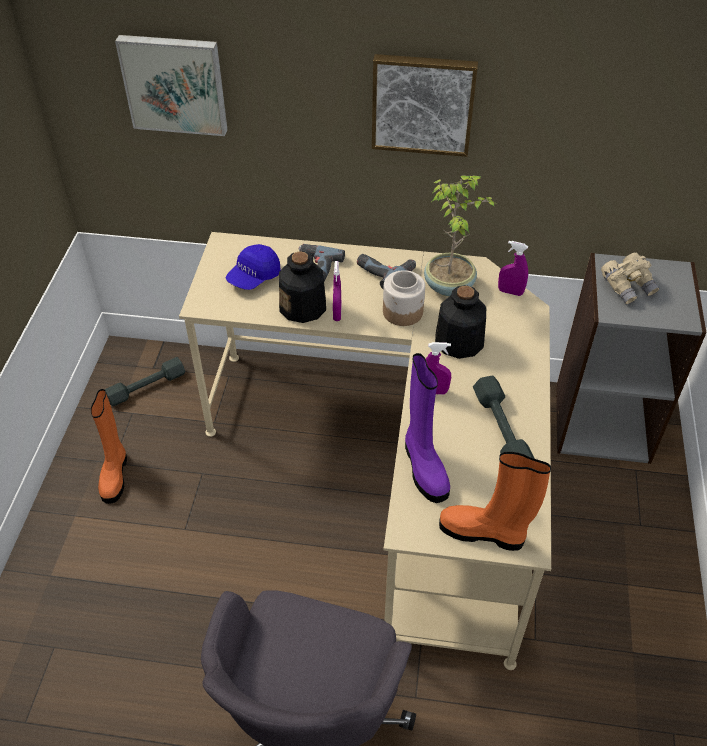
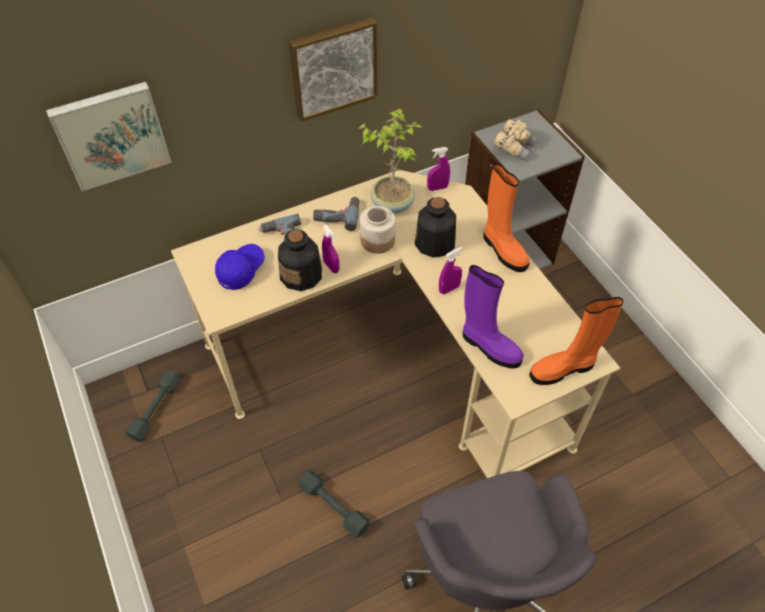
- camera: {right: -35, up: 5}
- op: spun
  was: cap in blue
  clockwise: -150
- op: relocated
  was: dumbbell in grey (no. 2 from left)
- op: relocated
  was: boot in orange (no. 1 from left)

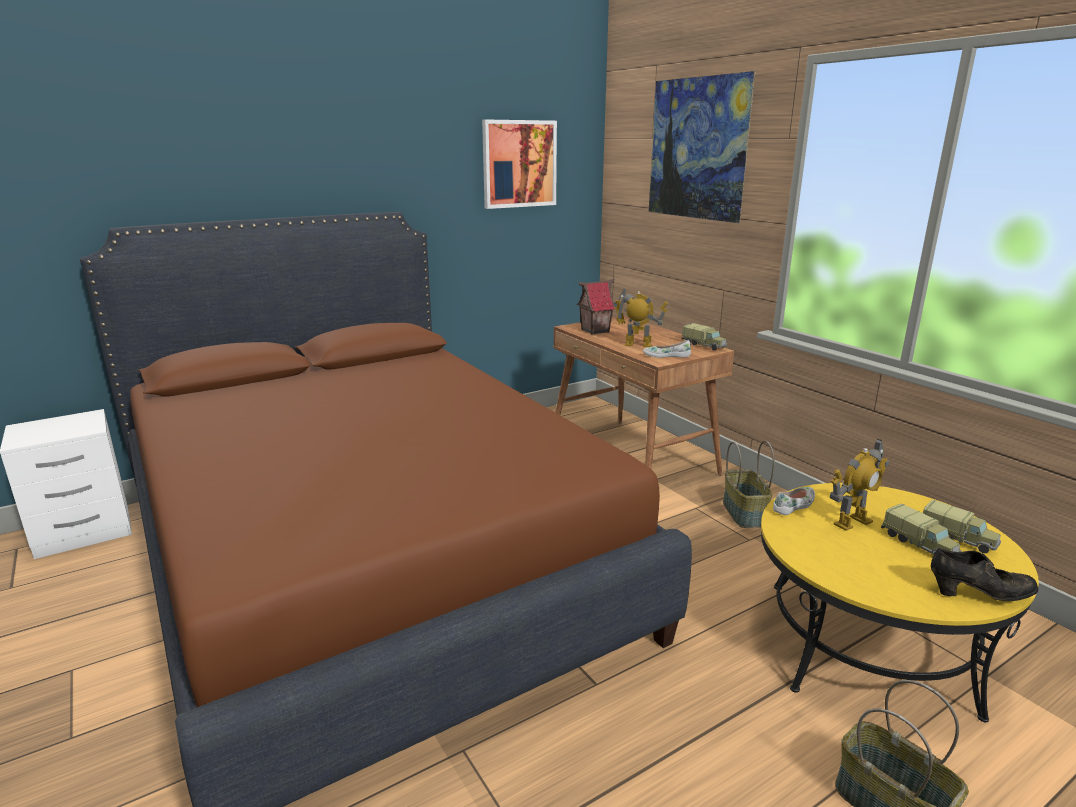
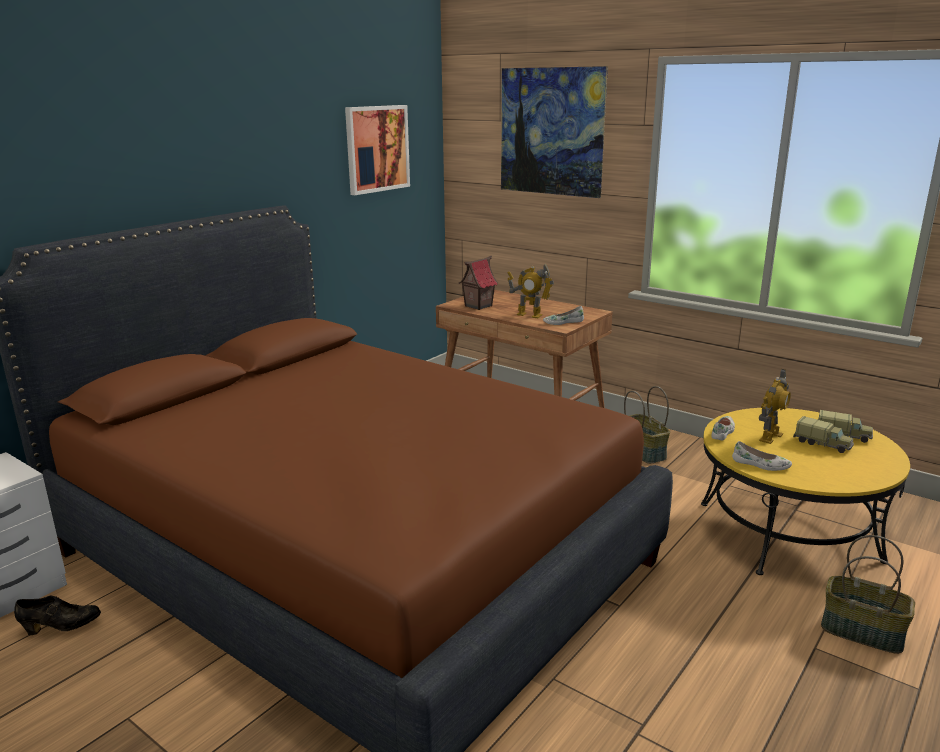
- camera: {right: -20, up: 0}
- op: spun
  was: toy robot (no. 1 from left)
  clockwise: -150
- op: missing
  was: toy truck (no. 1 from left)
- op: relocated
  was: shoe in black
- op: appeared
  now: shoe in white (no. 3 from left)

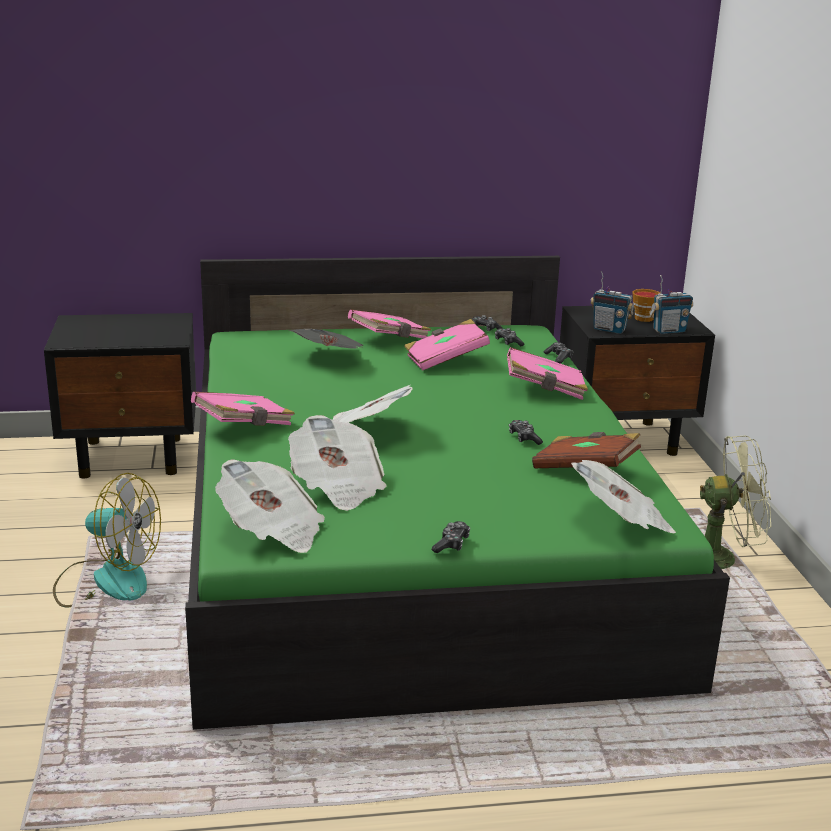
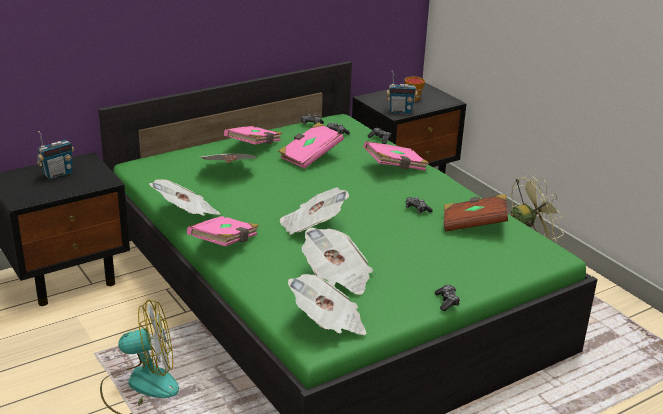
- camera: {right: -25, up: 5}
- op: relocated
  was: radio (no. 2 from left in the first image)
  now: radio (no. 1 from left)
- op: relocated
  was: newspaper (no. 5 from left in the first image)
  now: newspaper (no. 1 from left)

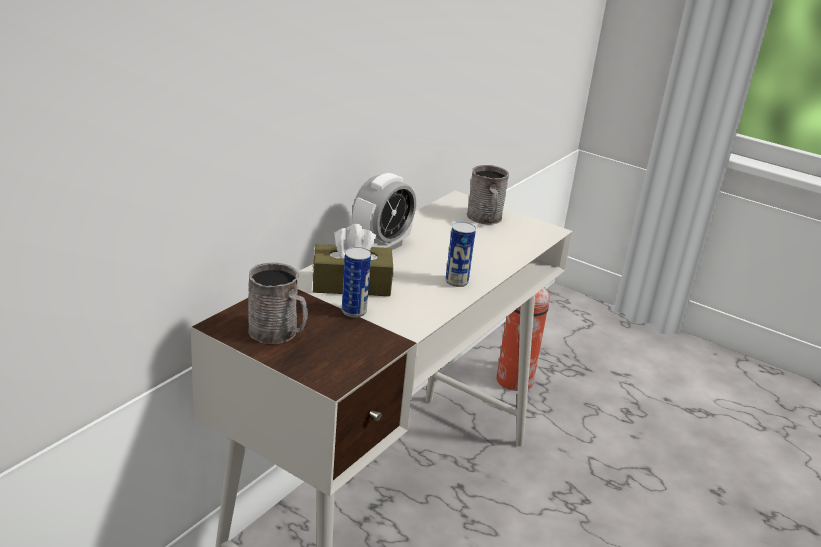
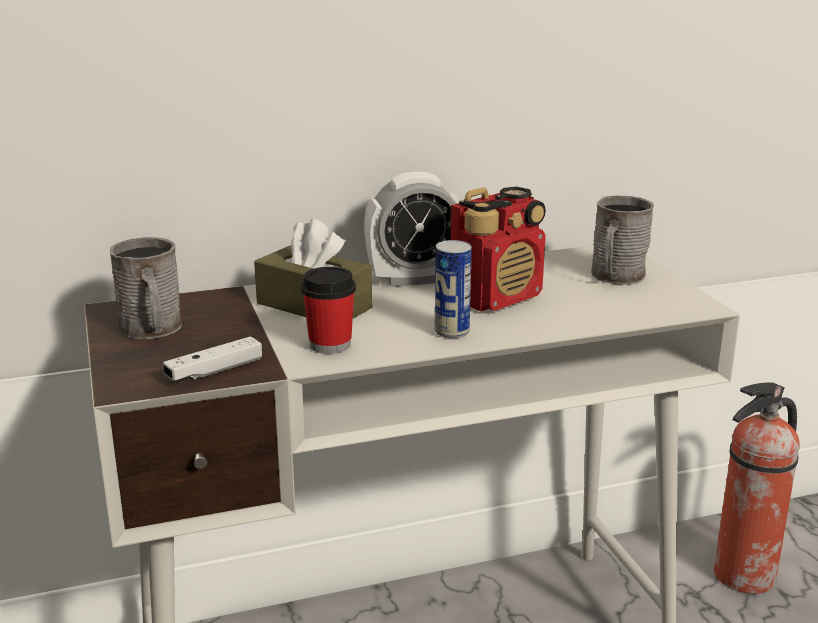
- camera: {right: 40, up: -5}
- op: missing
  was: can (no. 1 from left)
- op: appeared
  now: radio
- op: appeared
  now: cup
- op: appeared
  now: game controller in white

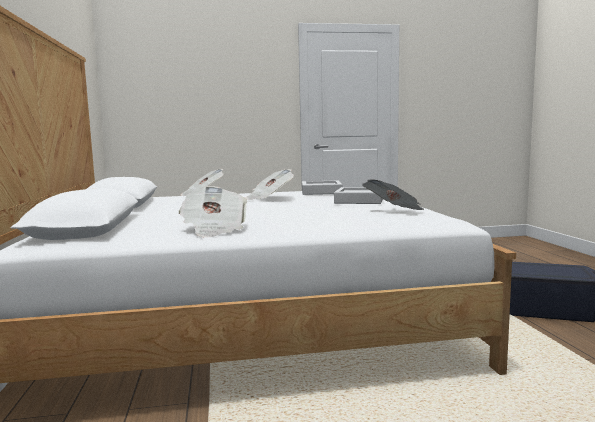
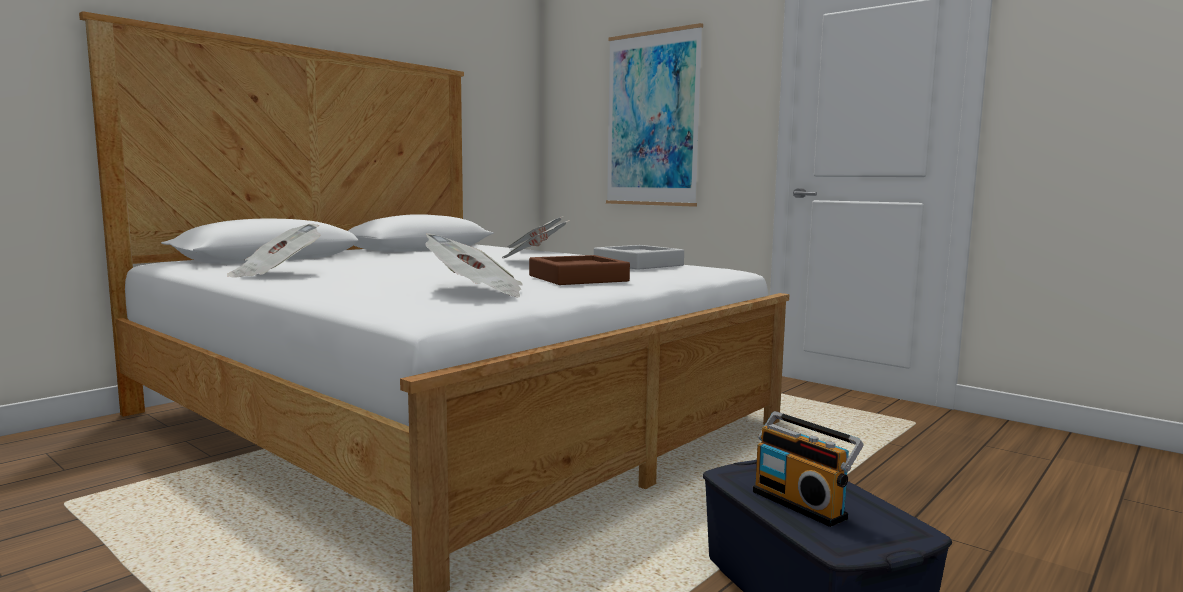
- camera: {right: 50, up: 0}
- op: colour
  was: tray in grey (no. 2 from left)
  now: tray in brown
- op: appeared
  now: picture
- op: appeared
  now: radio

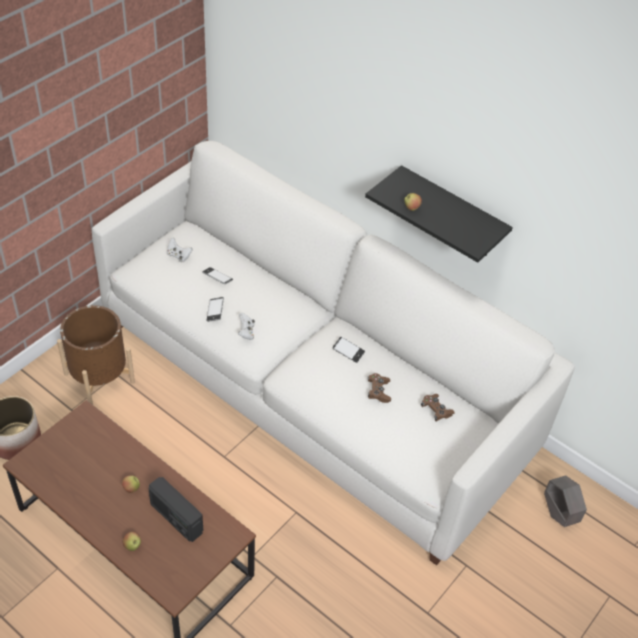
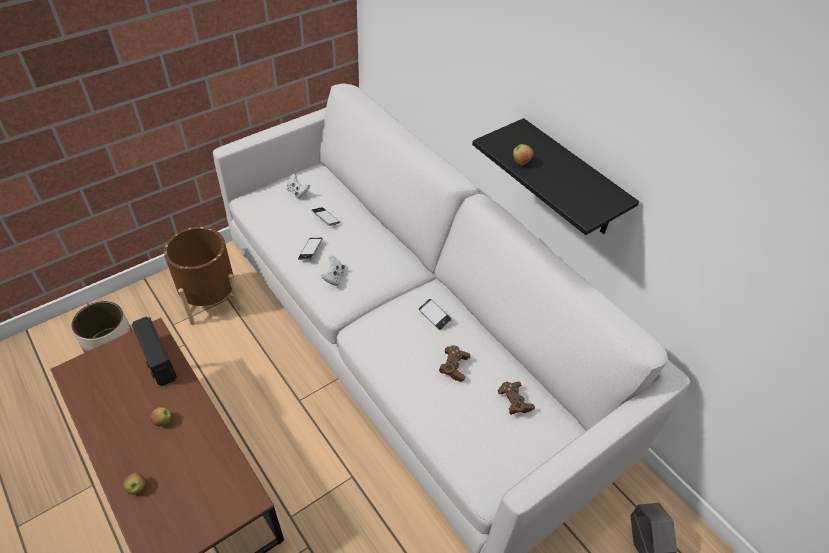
- camera: {right: 15, up: 0}
- op: relocated
  was: radio

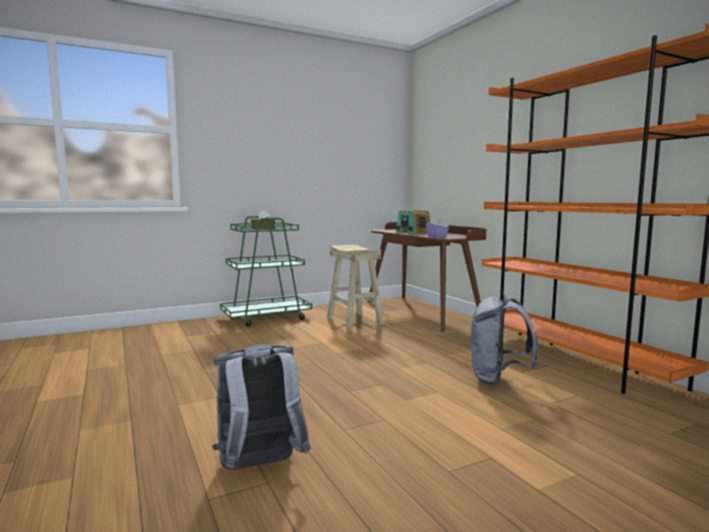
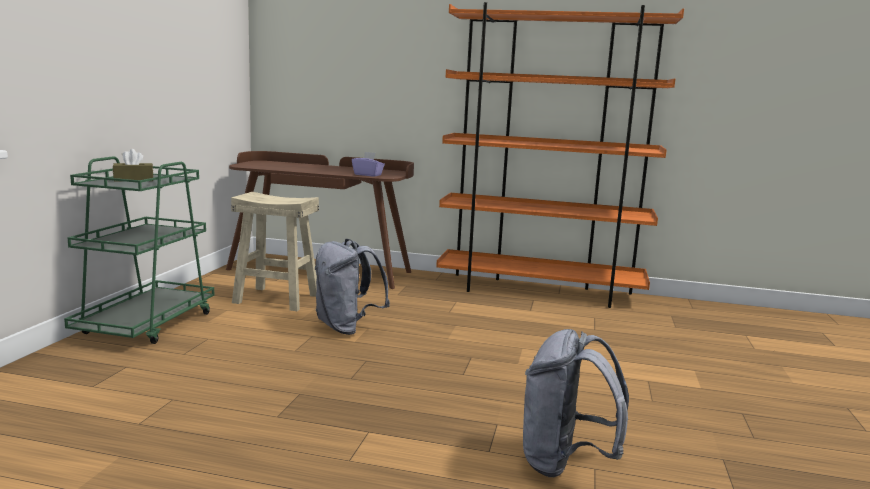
- camera: {right: -50, up: 5}
- op: missing
  was: radio
- op: relocated
  was: backpack in grey (no. 2 from left in the first image)
  now: backpack in grey (no. 1 from left)

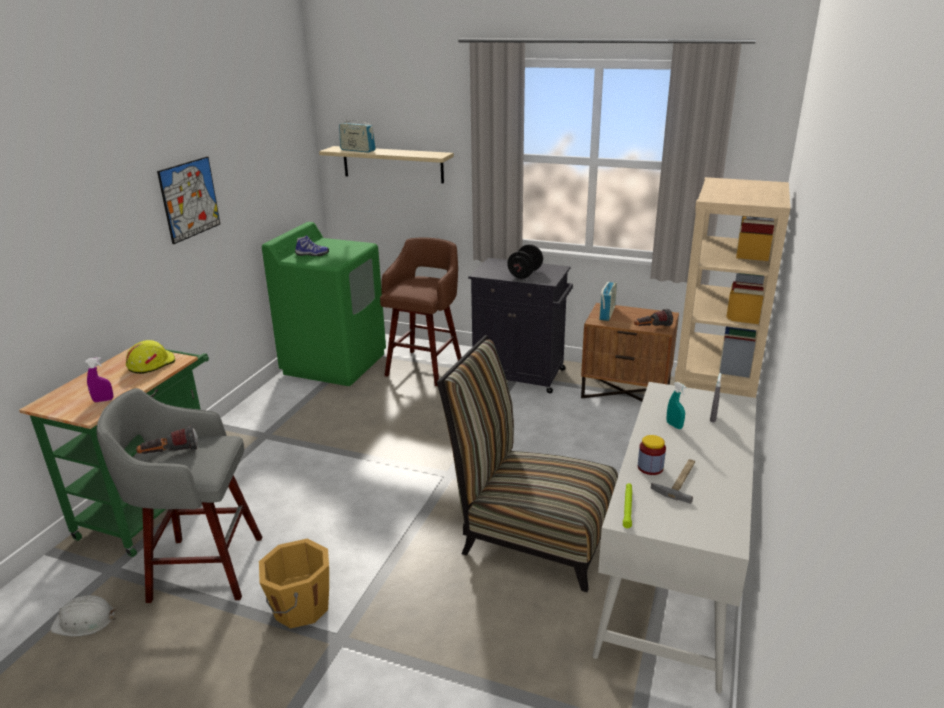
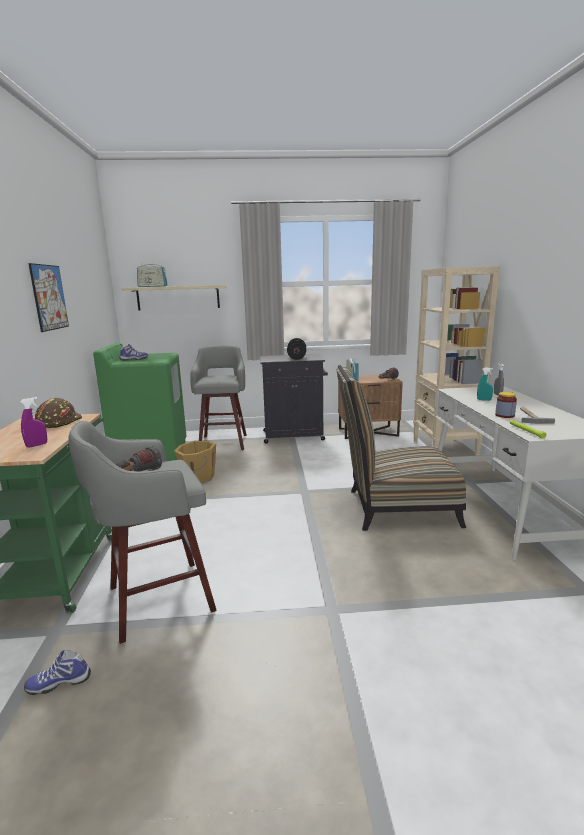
- camera: {right: -25, up: -10}
- op: colour
  was: stool in brown
  now: stool in grey (no. 2 from left)
- op: colour
  was: hard hat in yellow
  now: hard hat in brown
- op: relocated
  was: bucket in orange
- op: exchanged
  was: hard hat in white
  now: shoe (no. 1 from left)

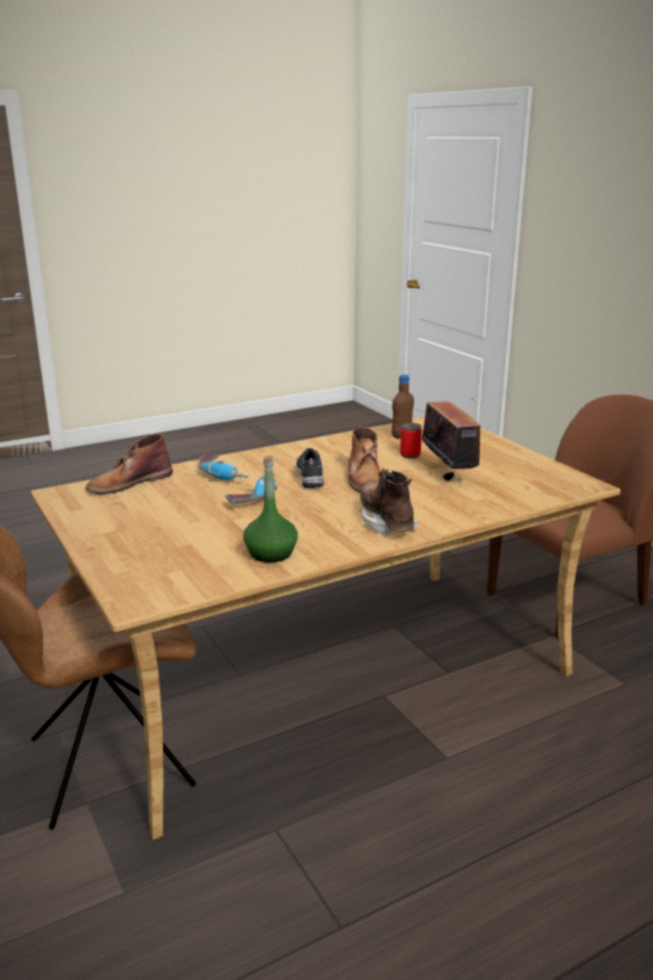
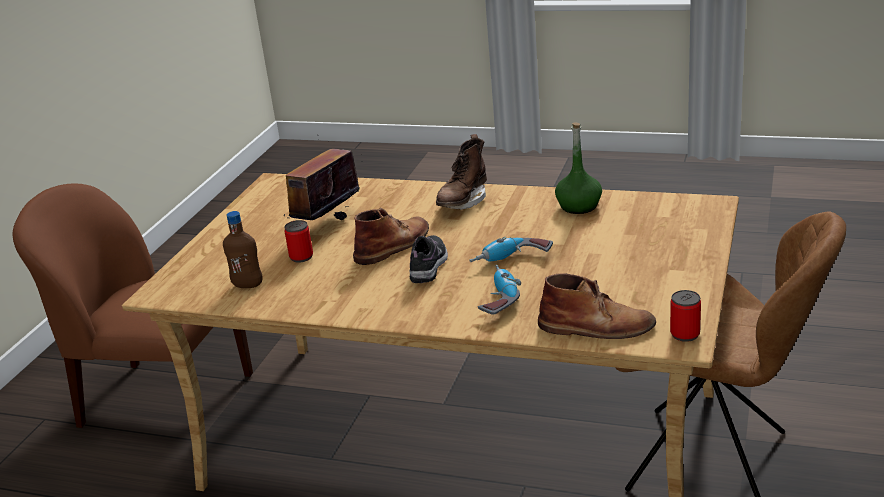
- camera: {right: -130, up: 5}
- op: spun
  was: shoe
  clockwise: 150
- op: appeared
  now: can (no. 2 from left)

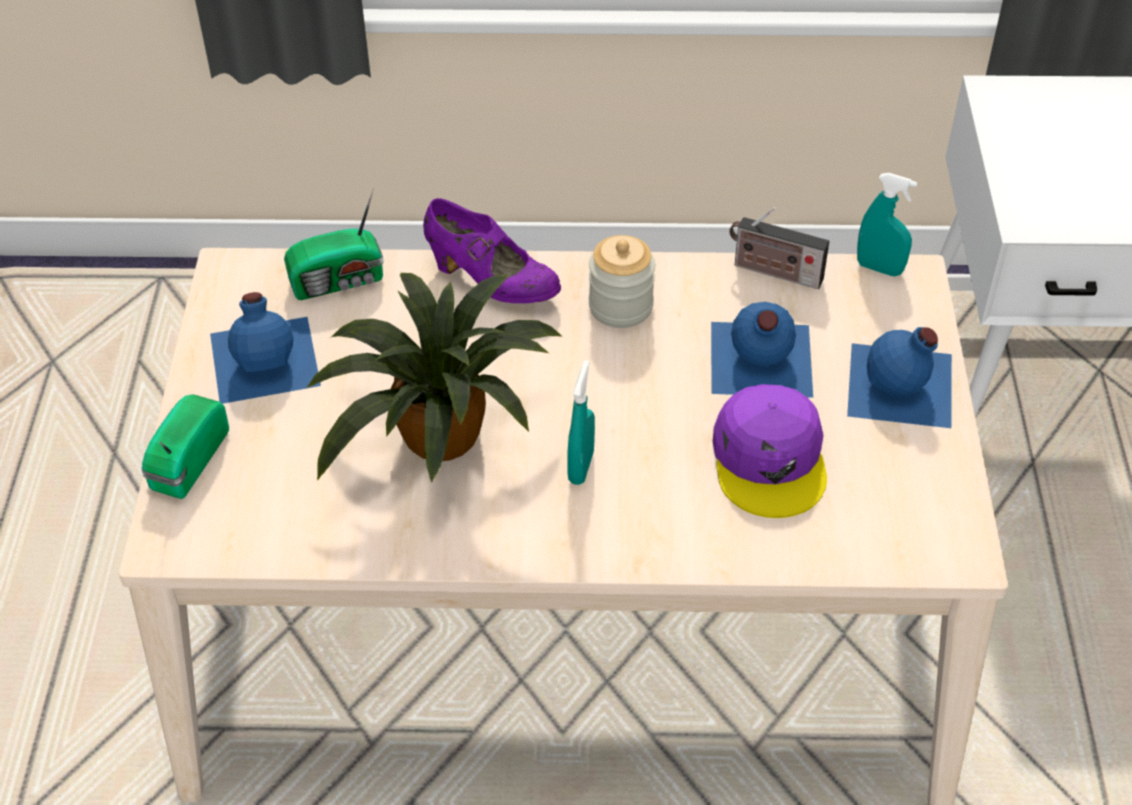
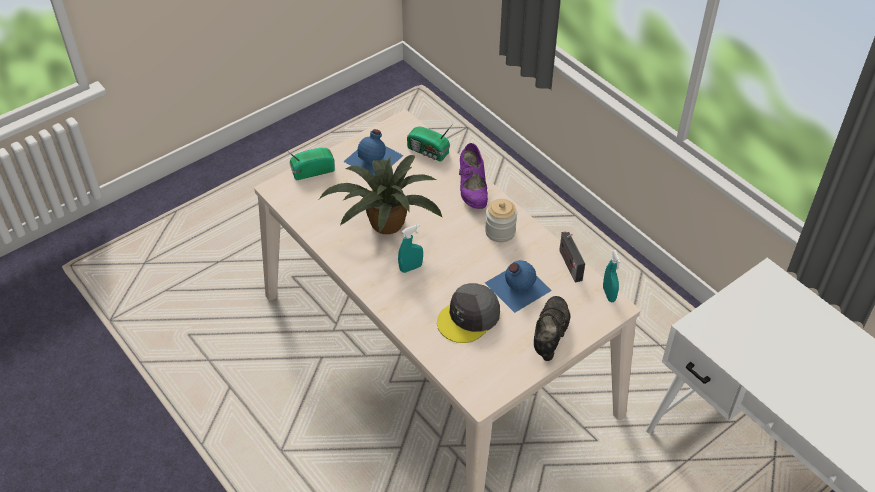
- camera: {right: 50, up: 0}
- op: exchanged
  was: bottle in blue (no. 3 from left)
  now: shoe in black
- op: colour
  was: cap in purple
  now: cap in grey

